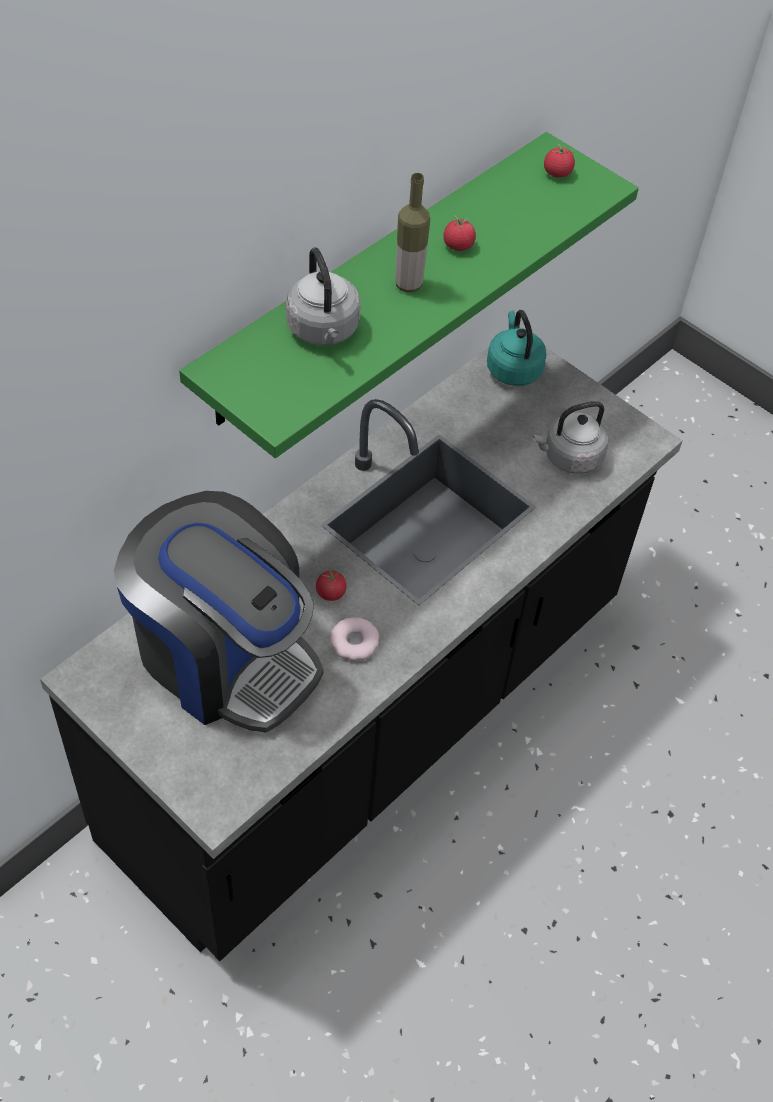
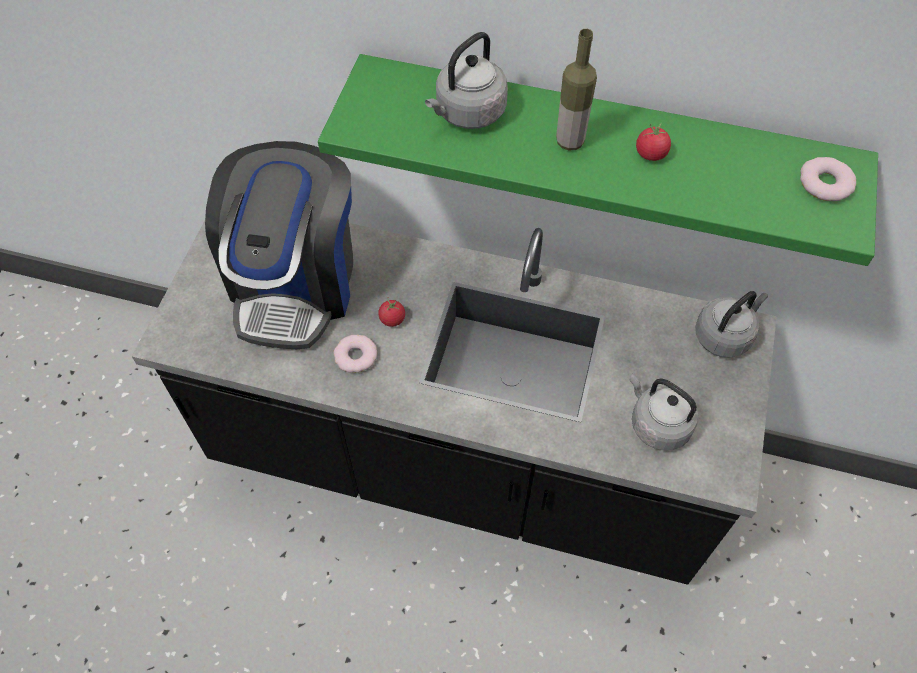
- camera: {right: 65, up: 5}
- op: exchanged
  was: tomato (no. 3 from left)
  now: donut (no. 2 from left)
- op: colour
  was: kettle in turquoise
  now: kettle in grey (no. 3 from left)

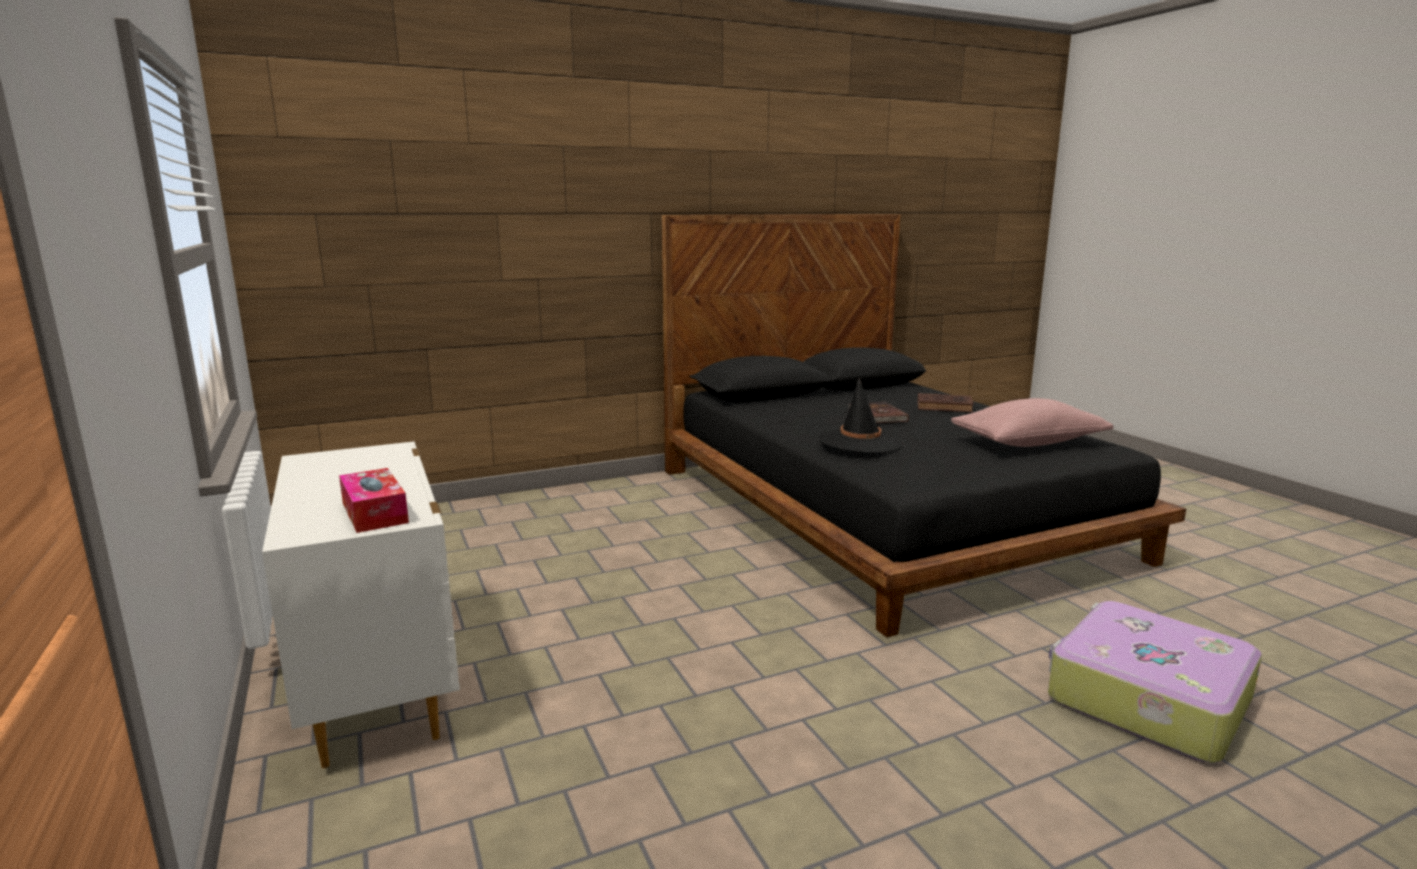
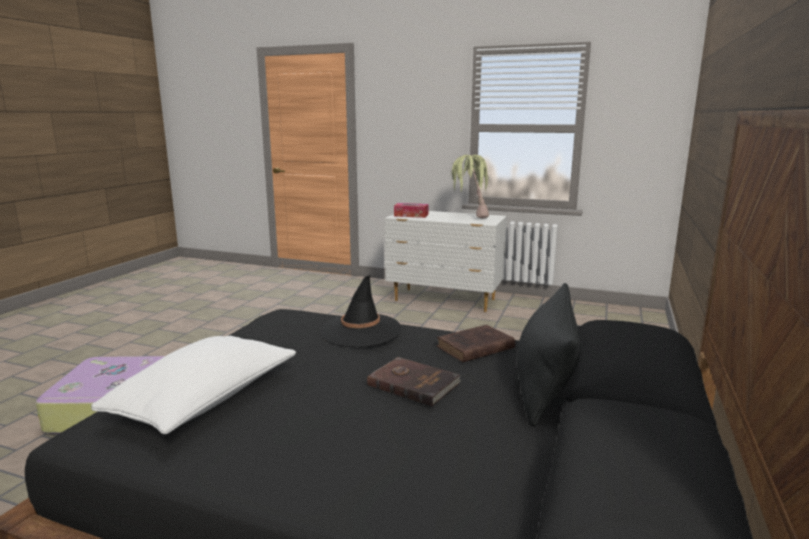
- camera: {right: 135, up: 0}
- op: relocated
  was: book in brown (no. 2 from left)
- op: colour
  was: pillow in pink
  now: pillow in white
- op: appeared
  now: potted plant
- op: appeared
  now: pillow in black

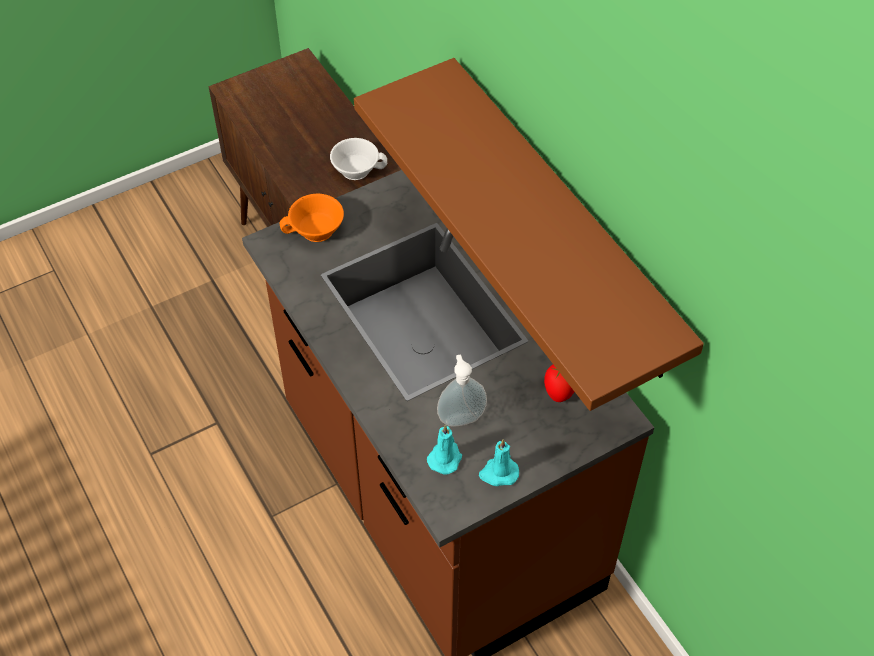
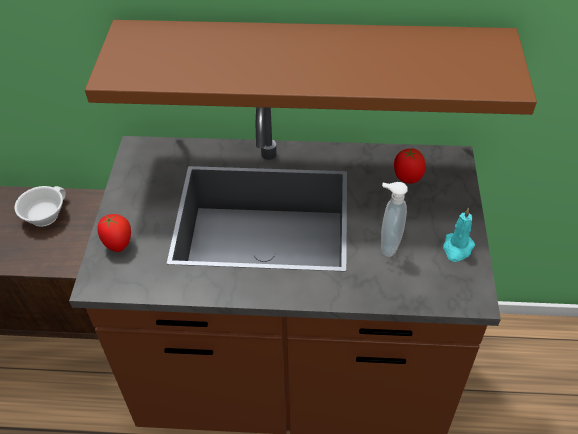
- camera: {right: -55, up: -5}
- op: exchanged
  was: cup in orange
  now: tomato (no. 1 from left)
- op: missing
  was: candle in turquoise (no. 1 from left)

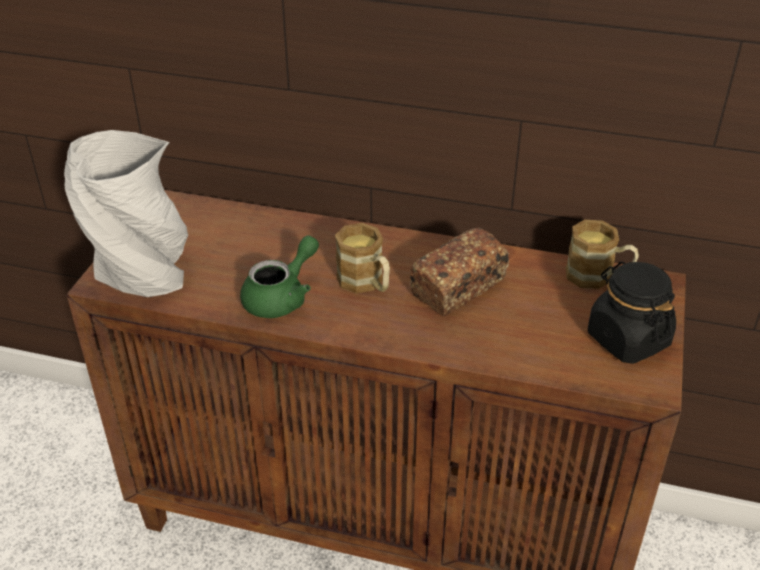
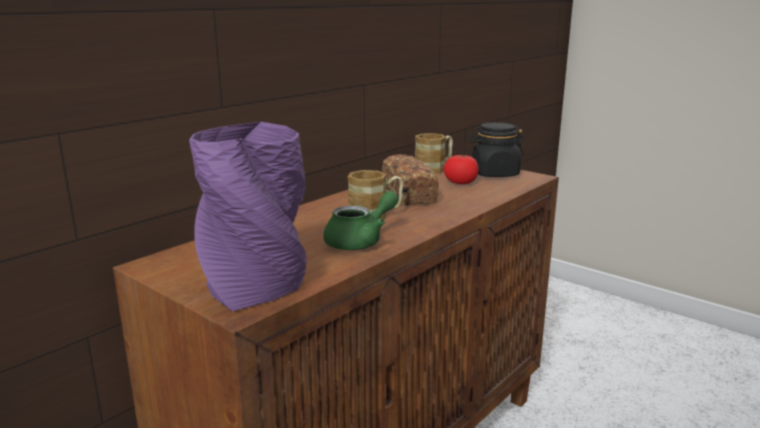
- camera: {right: -65, up: -20}
- op: colour
  was: vase in grey
  now: vase in purple
- op: spun
  was: teapot in green
  clockwise: 75
- op: appeared
  now: tomato

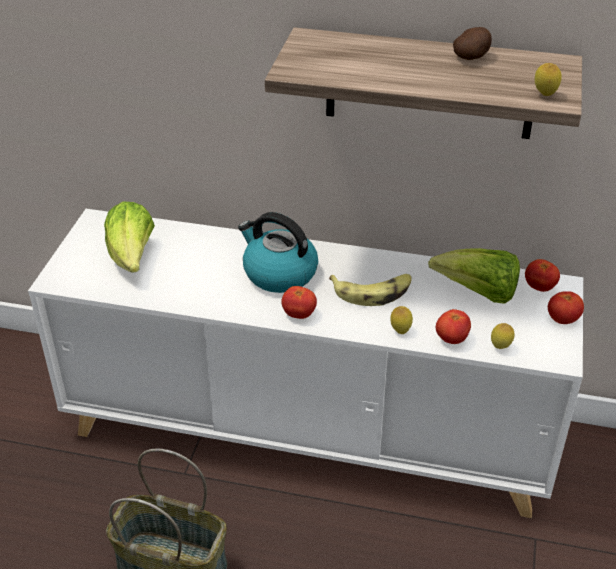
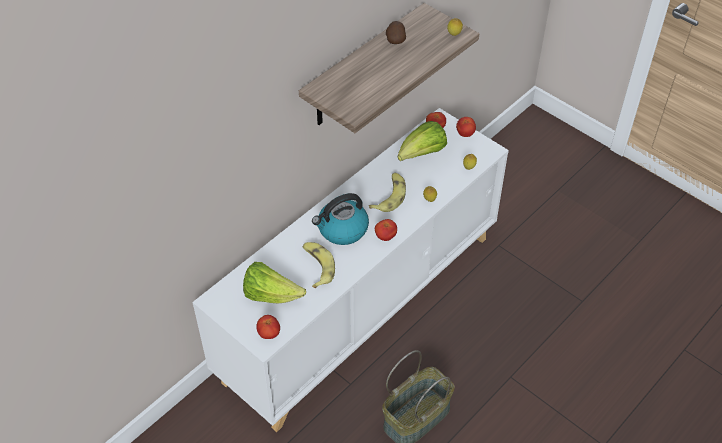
- camera: {right: -60, up: 10}
- op: relocated
  was: tomato (no. 2 from left in the first image)
  now: tomato (no. 1 from left)
- op: appeared
  now: banana (no. 1 from left)

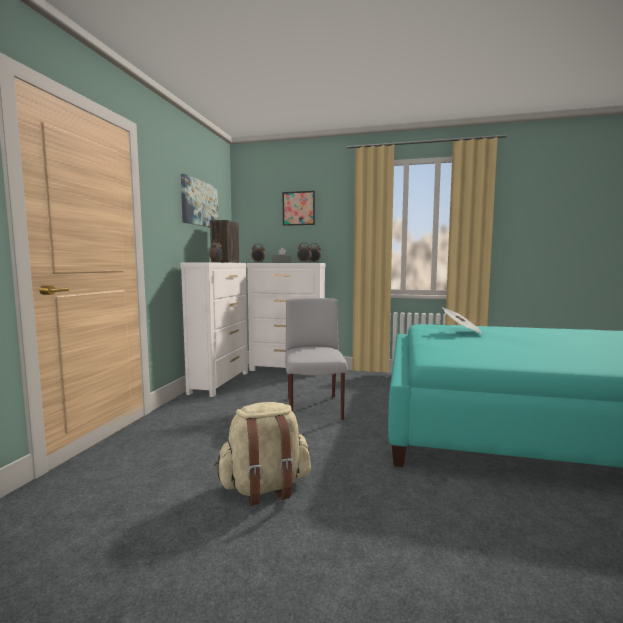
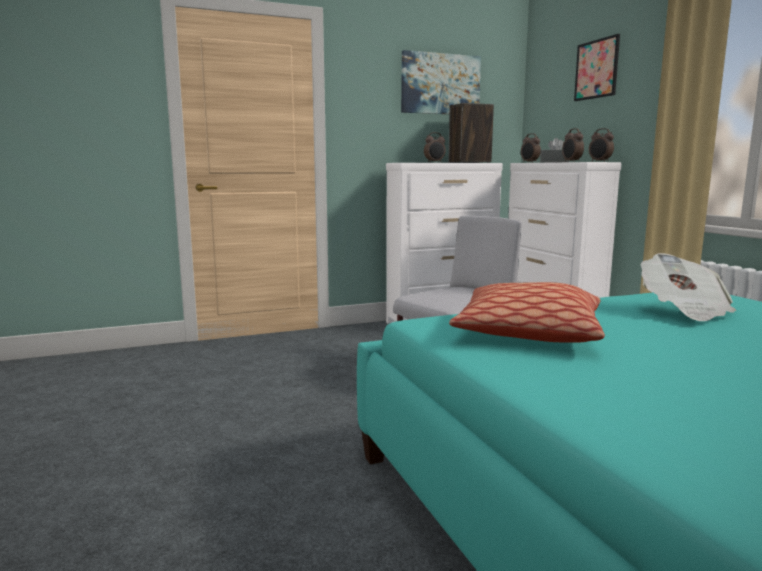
- camera: {right: 55, up: 5}
- op: missing
  was: backpack in beige
- op: appeared
  now: pillow

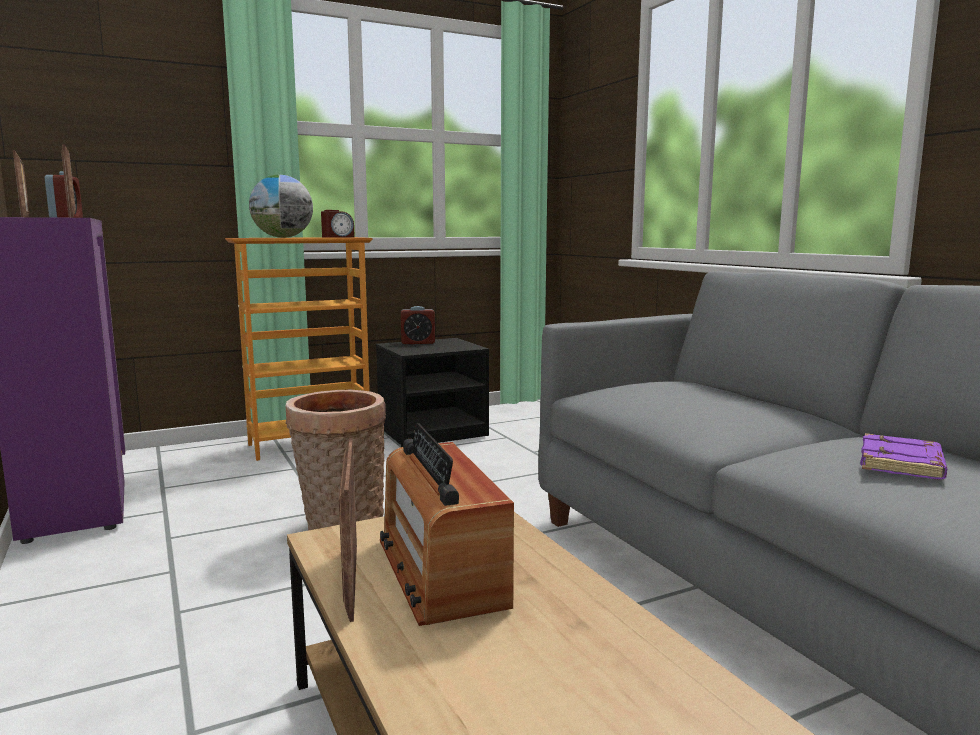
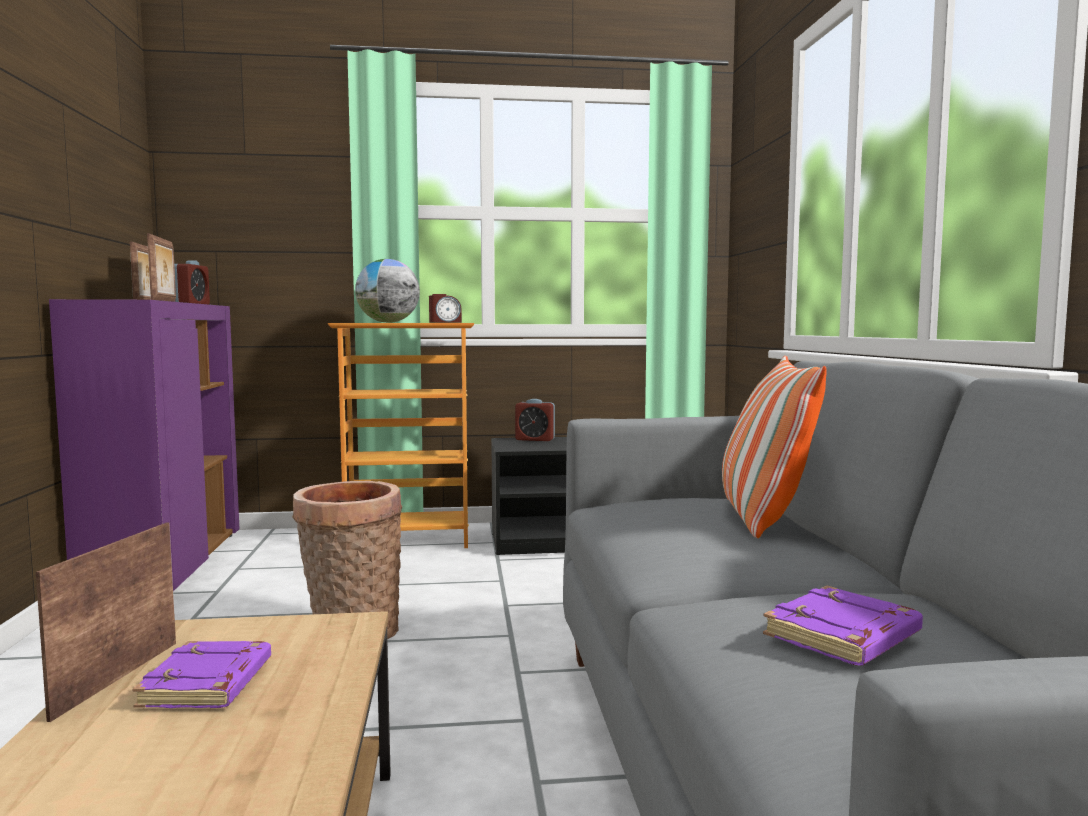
- camera: {right: 20, up: -5}
- op: exchanged
  was: radio
  now: book in purple (no. 1 from left)
- op: appeared
  now: pillow

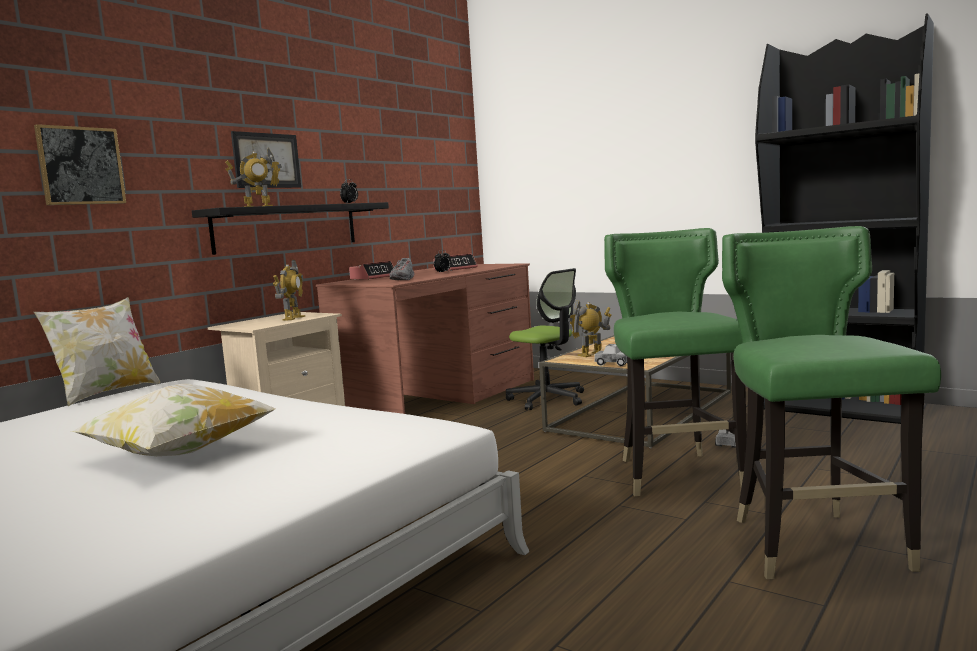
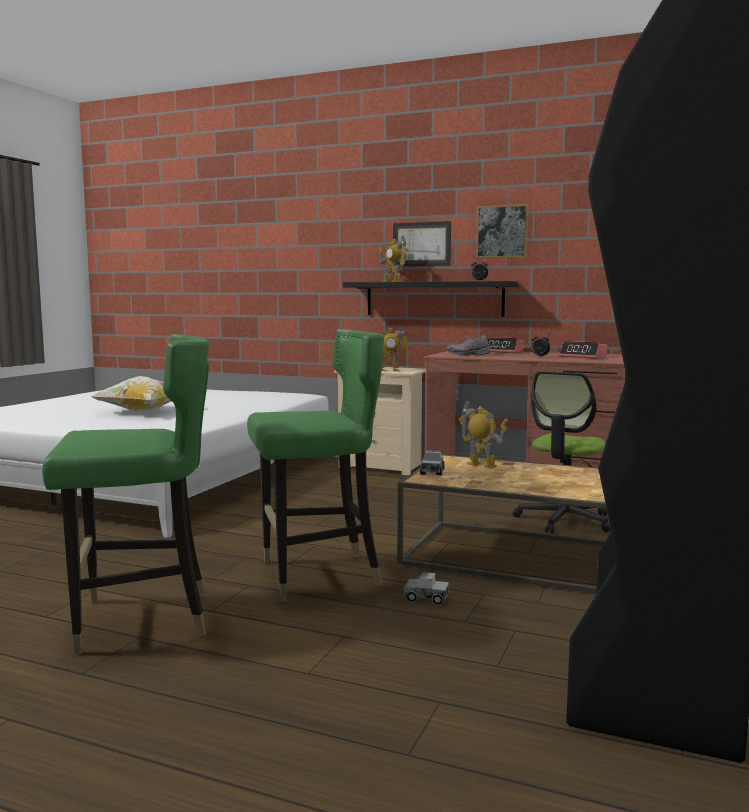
- camera: {right: 75, up: 0}
- op: relocated
  was: picture (no. 1 from left in the first image)
  now: picture (no. 2 from left)
- op: missing
  was: pillow (no. 1 from left)

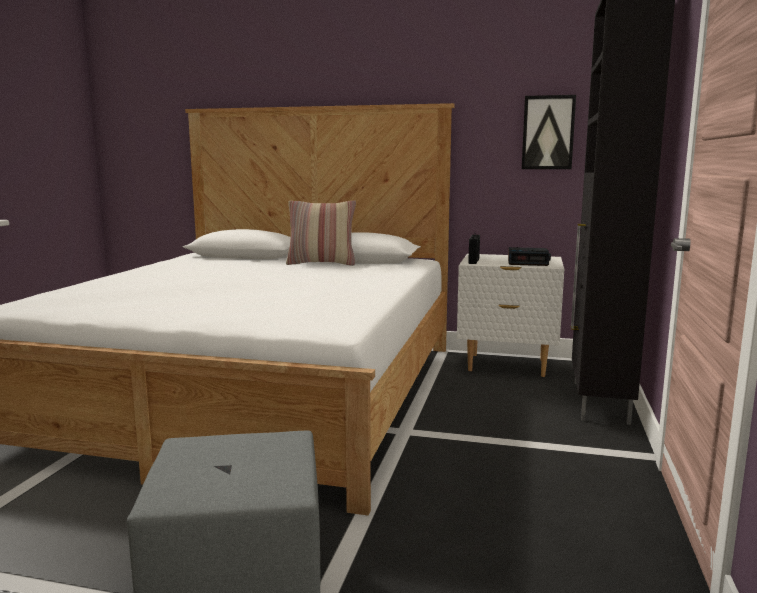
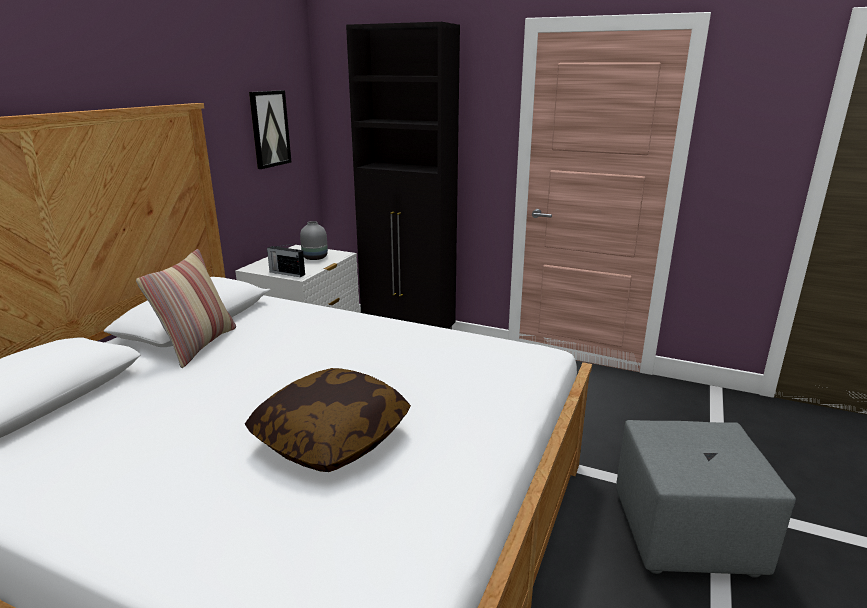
- camera: {right: -80, up: 10}
- op: exchanged
  was: alarm clock
  now: vase in grey
- op: appeared
  now: pillow (no. 2 from left)

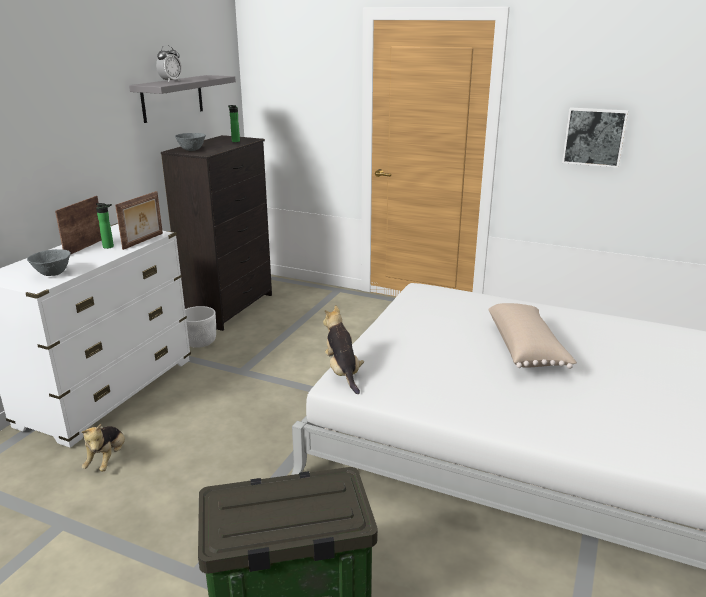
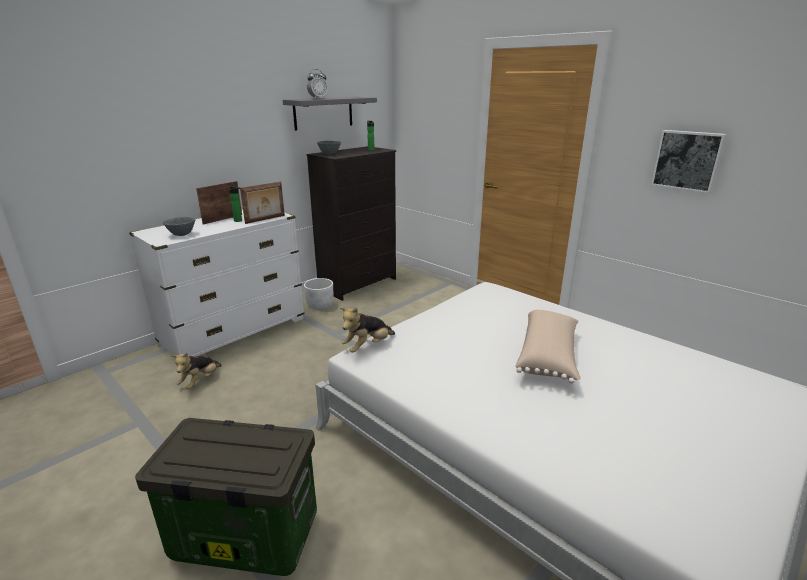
- camera: {right: 20, up: 0}
- op: spun
  was: plush toy (no. 2 from left)
  clockwise: -135

